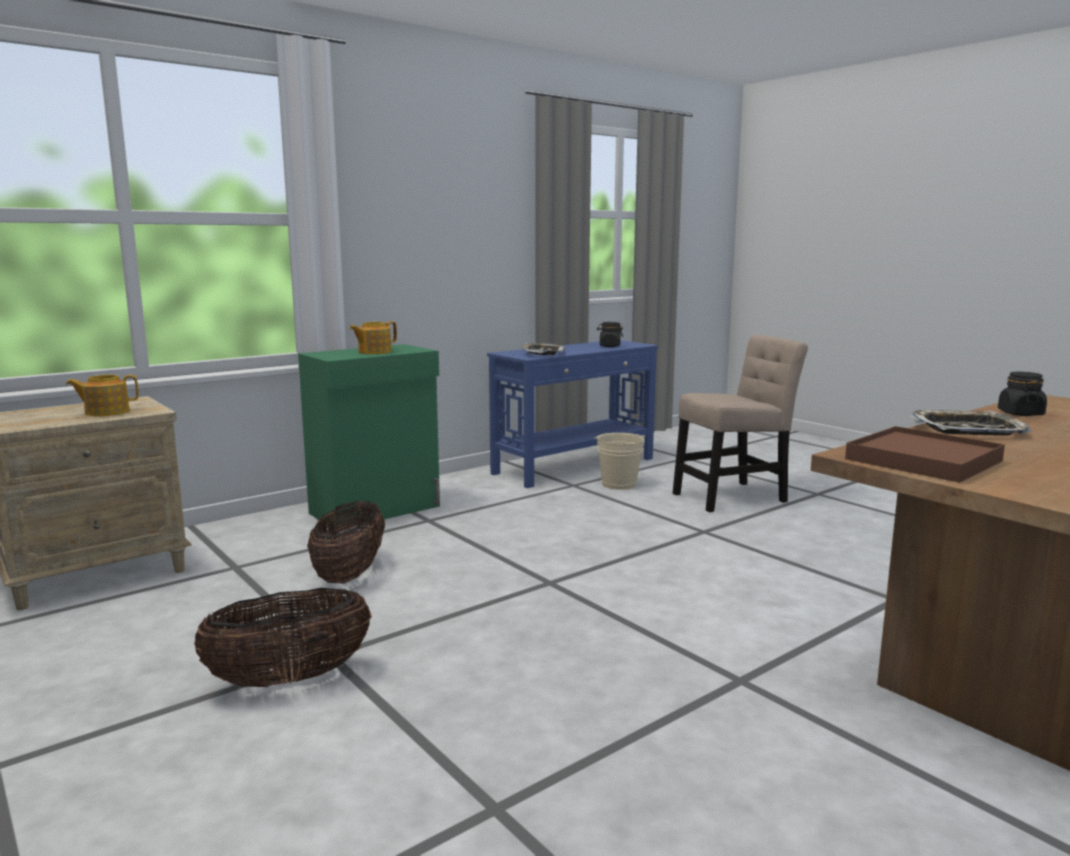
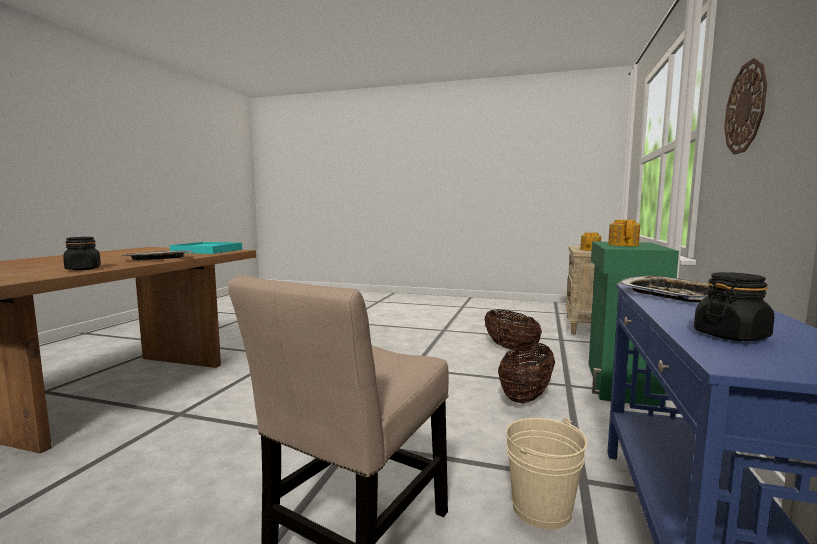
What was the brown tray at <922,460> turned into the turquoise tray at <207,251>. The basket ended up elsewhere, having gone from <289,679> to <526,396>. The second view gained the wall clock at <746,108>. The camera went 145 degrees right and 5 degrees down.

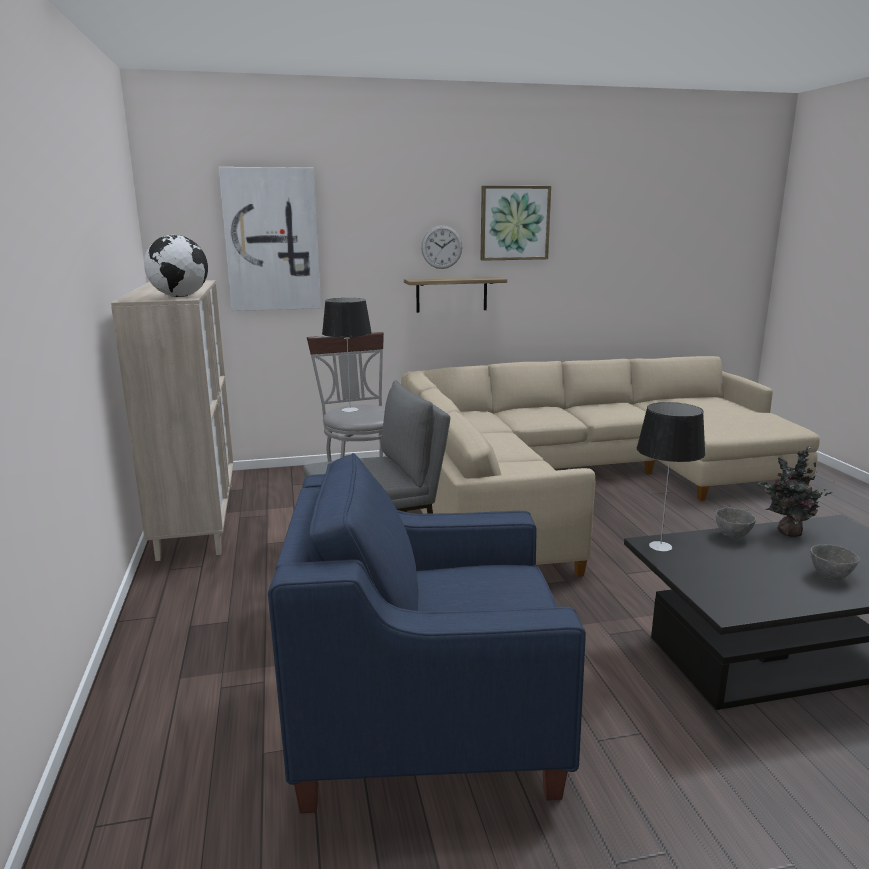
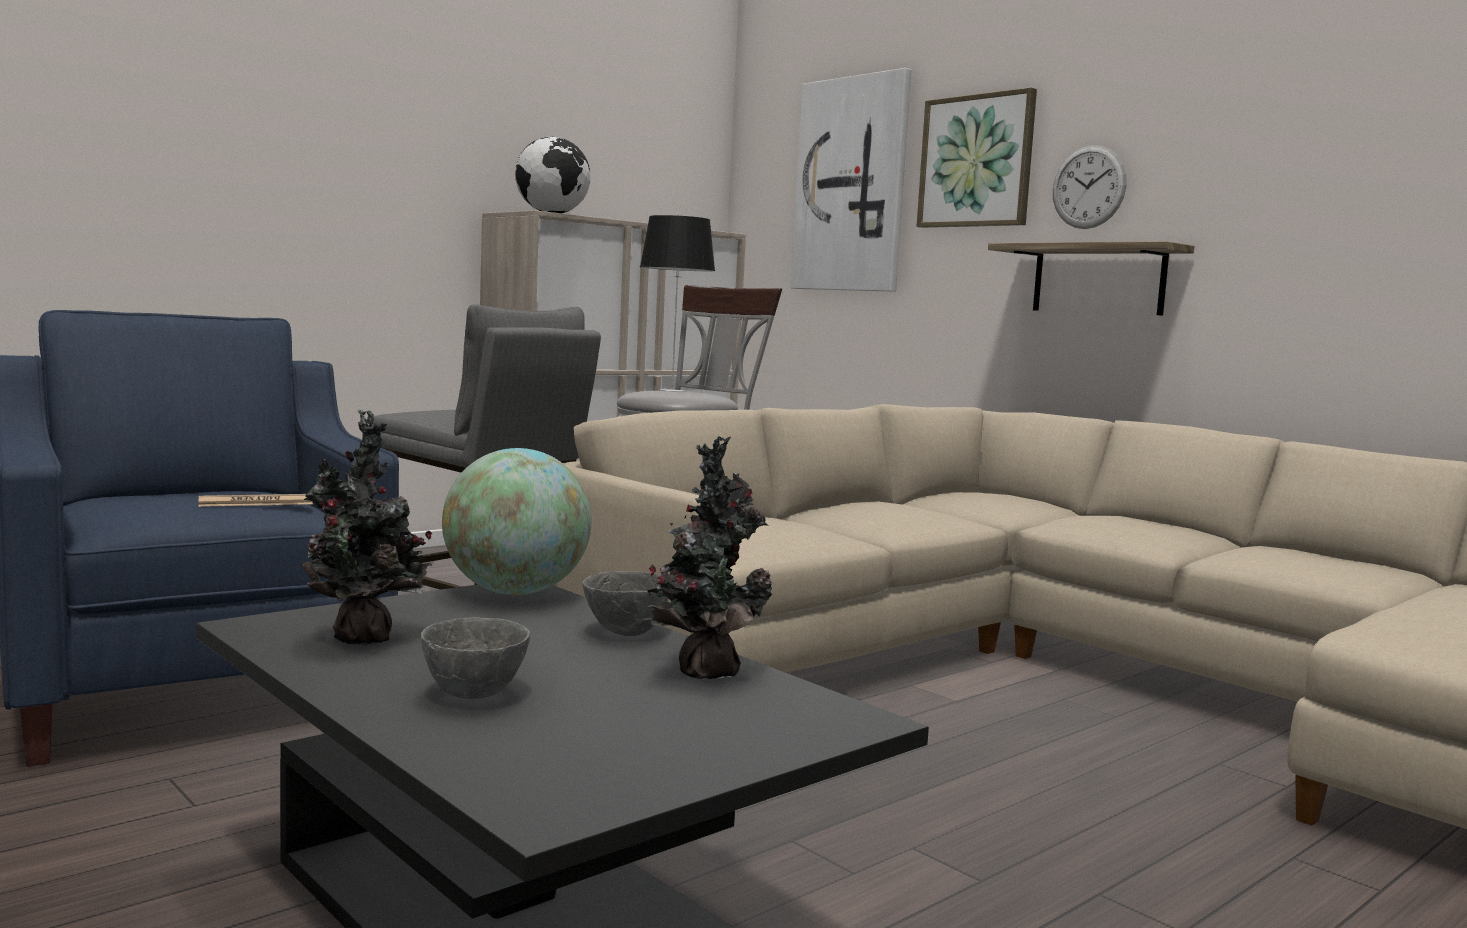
The second view gained the newspaper at <256,503>. The second view gained the potted plant at <365,640>. Where the table lamp stood at <659,546>, the globe came to stand at <515,592>. The picture ended up elsewhere, having gone from <514,223> to <977,161>. The camera went 60 degrees right and 10 degrees down.

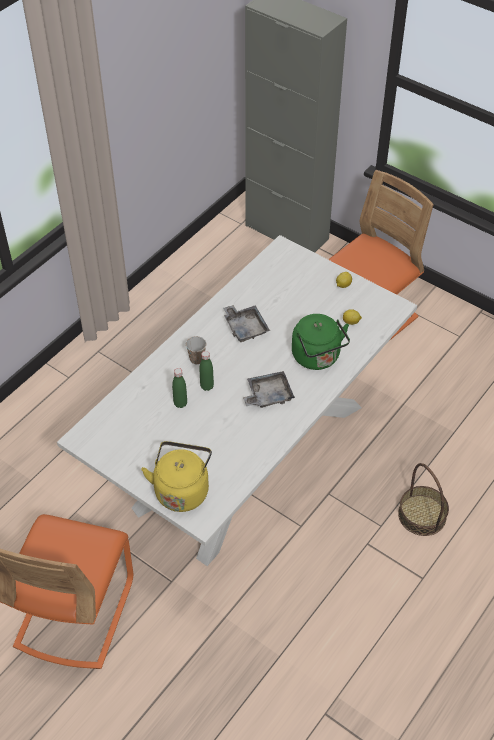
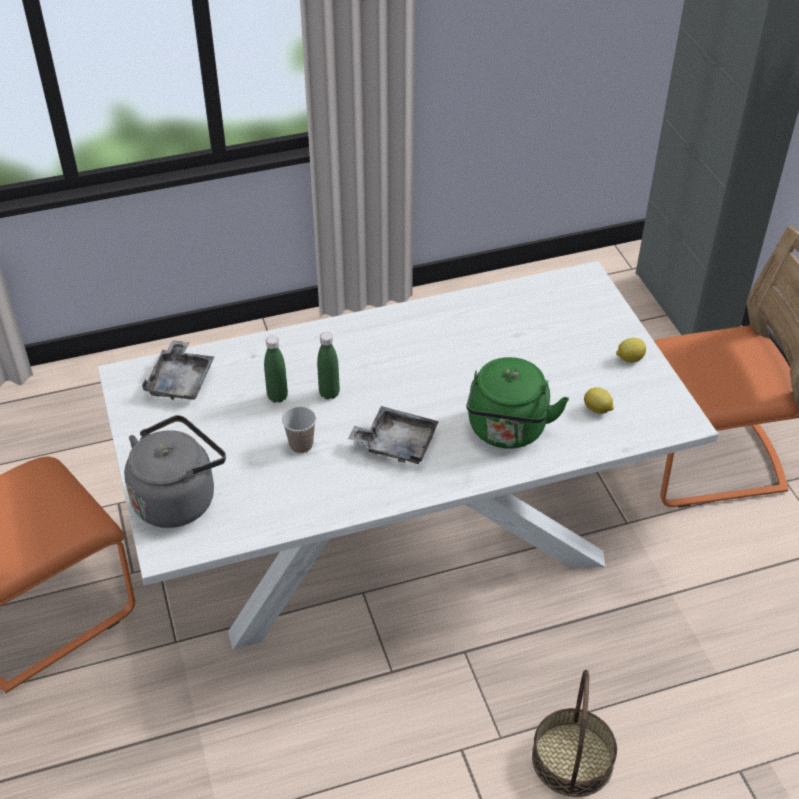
What was the yellow kettle at <182,489> turned into the grey kettle at <178,498>. The grey tray ended up elsewhere, having gone from <245,327> to <181,381>. The cup ended up elsewhere, having gone from <196,359> to <301,445>. The camera went 35 degrees right and 5 degrees down.

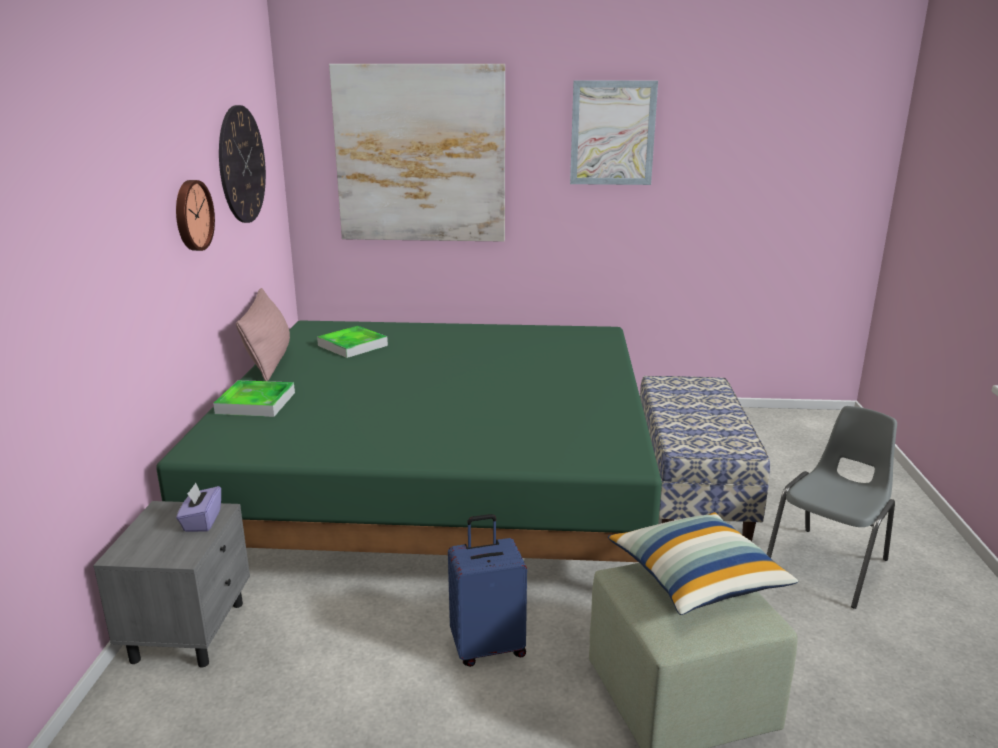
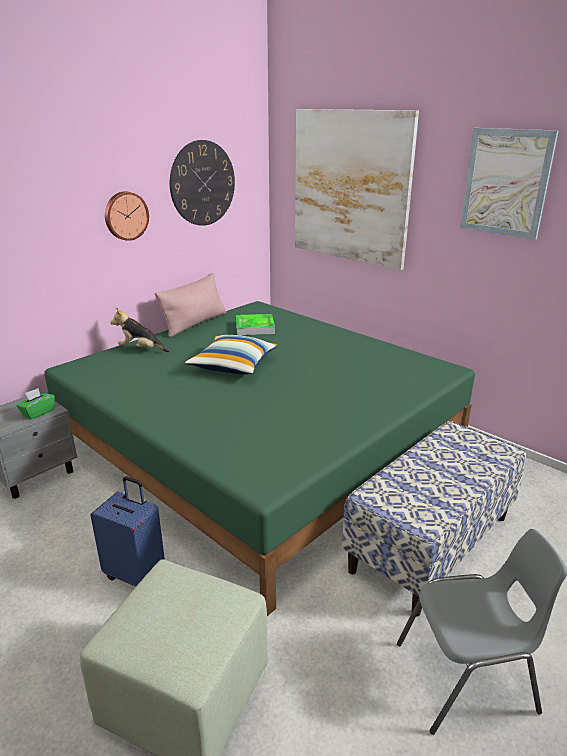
What was the purple tissue box at <201,521> turned into the green tissue box at <38,413>. Where the tray stood at <256,403>, the plush toy came to stand at <141,349>. The pillow ended up elsewhere, having gone from <696,579> to <233,365>. The camera went 40 degrees right and 5 degrees up.

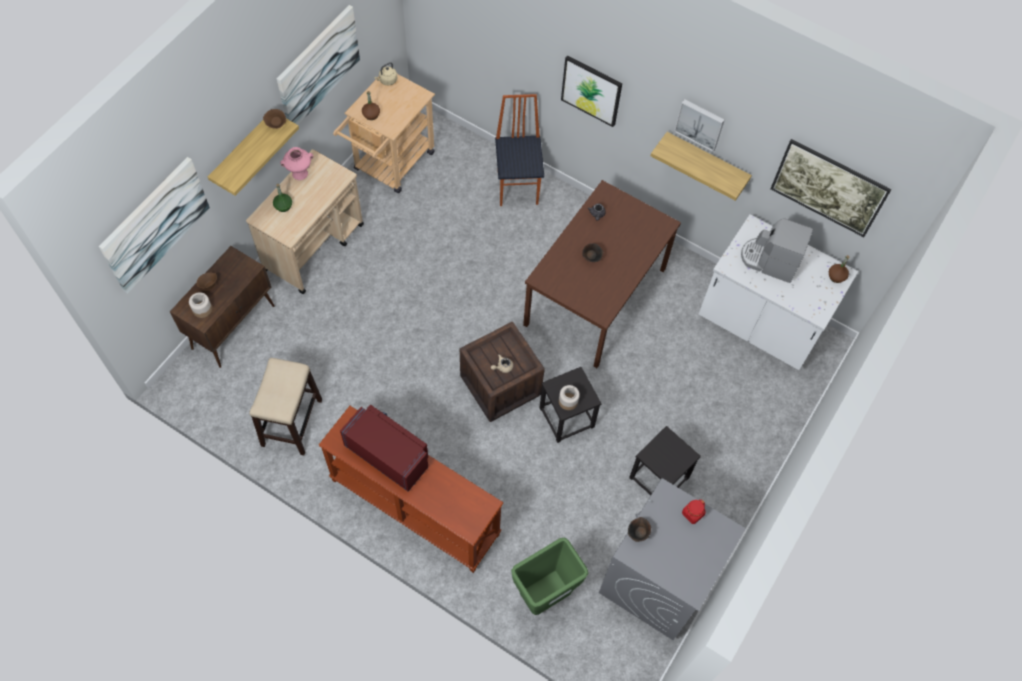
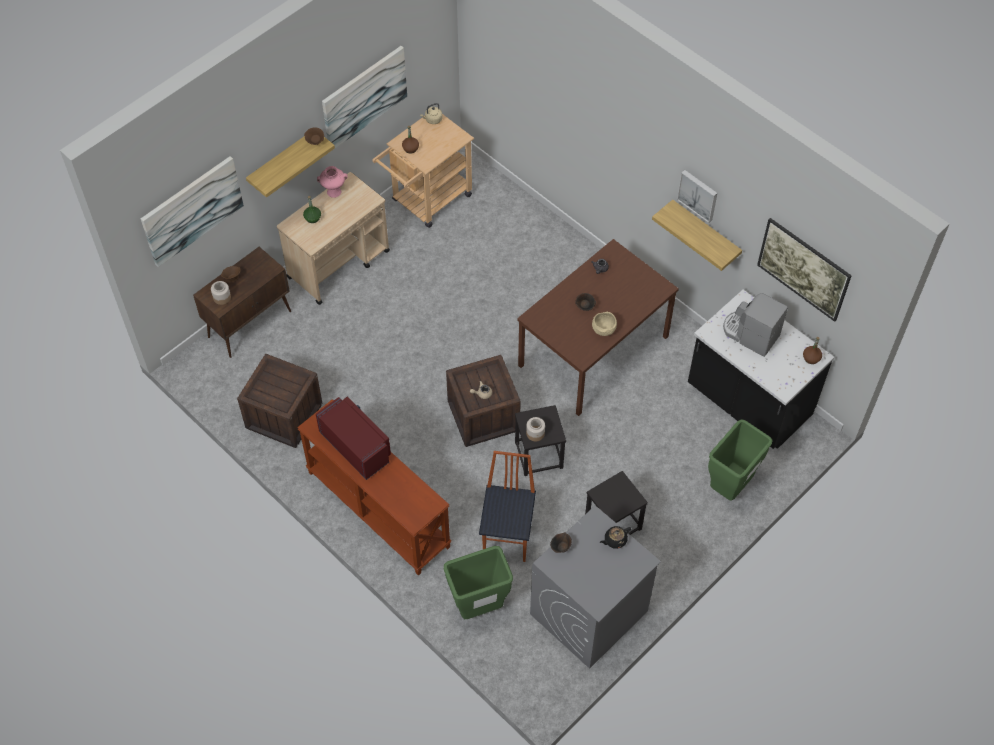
Where the stool stood at <292,422>, the crate came to stand at <284,416>. The chair ended up elsewhere, having gone from <518,187> to <508,537>. The second view gained the beige bowl at <603,329>. Where the red jar stood at <692,514>, the black teapot came to stand at <615,540>. What was the white counter at <759,324> turned into the black counter at <748,402>. The second view gained the green trash can at <729,487>. The second view lost the picture at <591,90>. The camera went 15 degrees right and 5 degrees down.

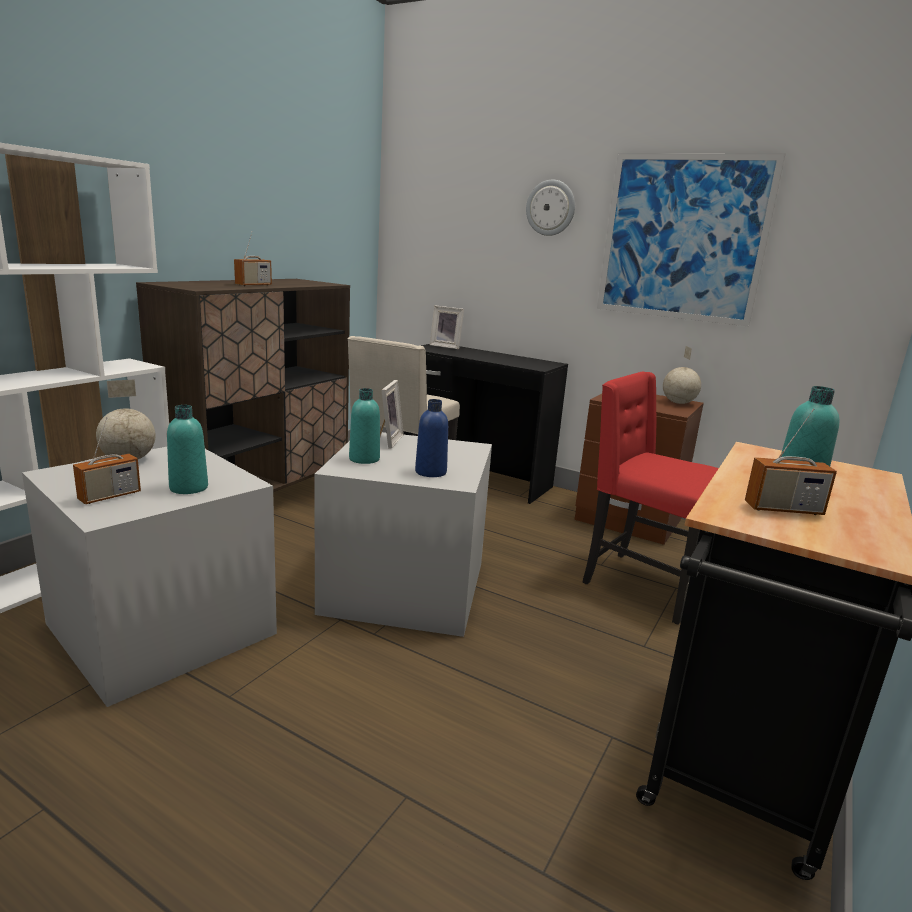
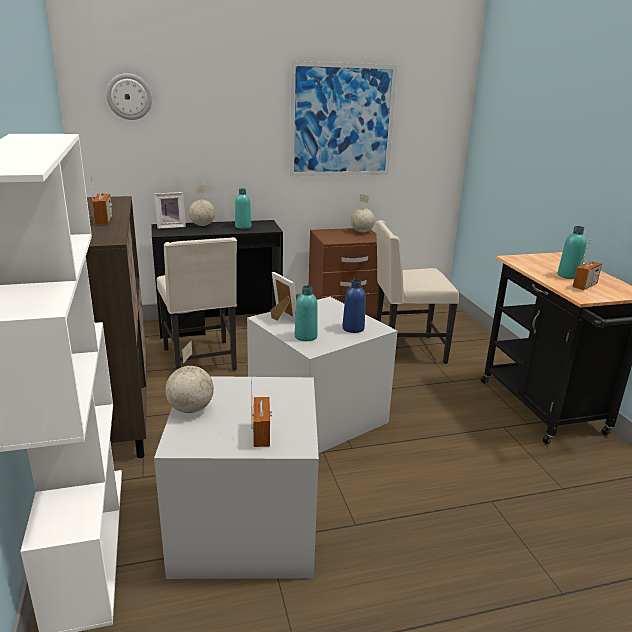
The wall clock ended up elsewhere, having gone from <550,208> to <129,96>. The second view gained the globe at <203,225>. The turquoise bottle ended up elsewhere, having gone from <189,488> to <243,227>. What was the red chair at <644,585> turned into the beige chair at <406,350>. The camera went 45 degrees left and 5 degrees up.

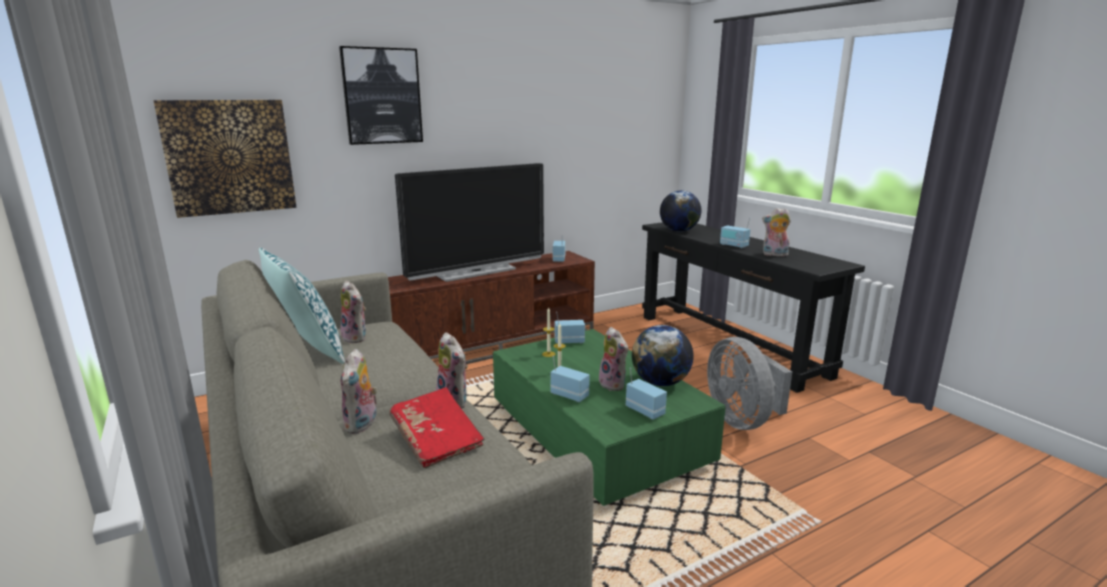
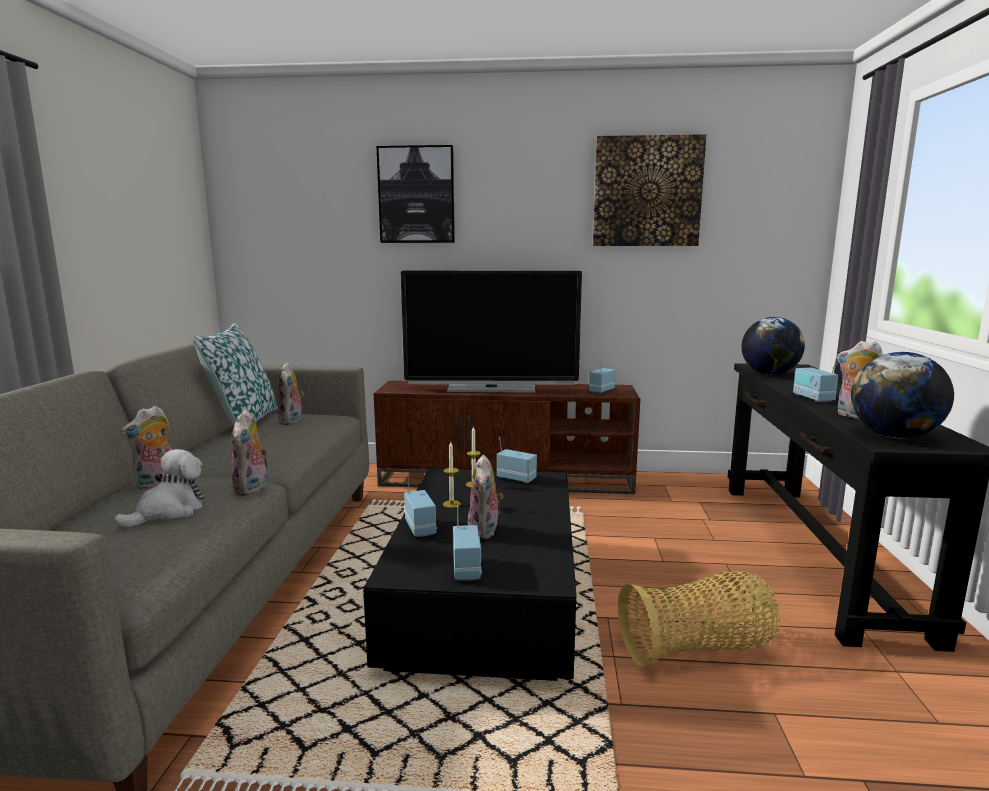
Where the red book stood at <437,439>, the plush toy came to stand at <168,511>. What was the green coffee table at <595,435> turned into the black coffee table at <485,596>. The picture ended up elsewhere, having gone from <229,157> to <647,192>. Where the grey fan stood at <742,420>, the basket came to stand at <697,649>. The globe ended up elsewhere, having gone from <660,383> to <894,436>. The camera went 35 degrees right and 5 degrees down.

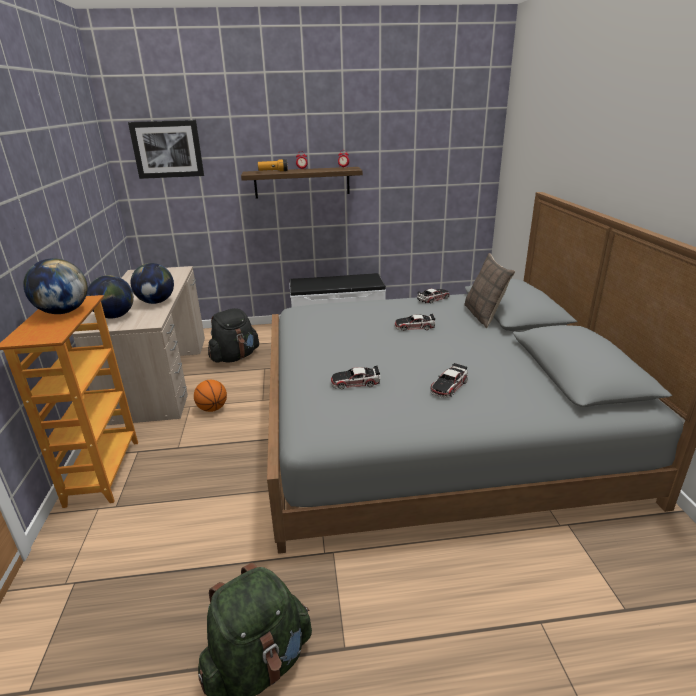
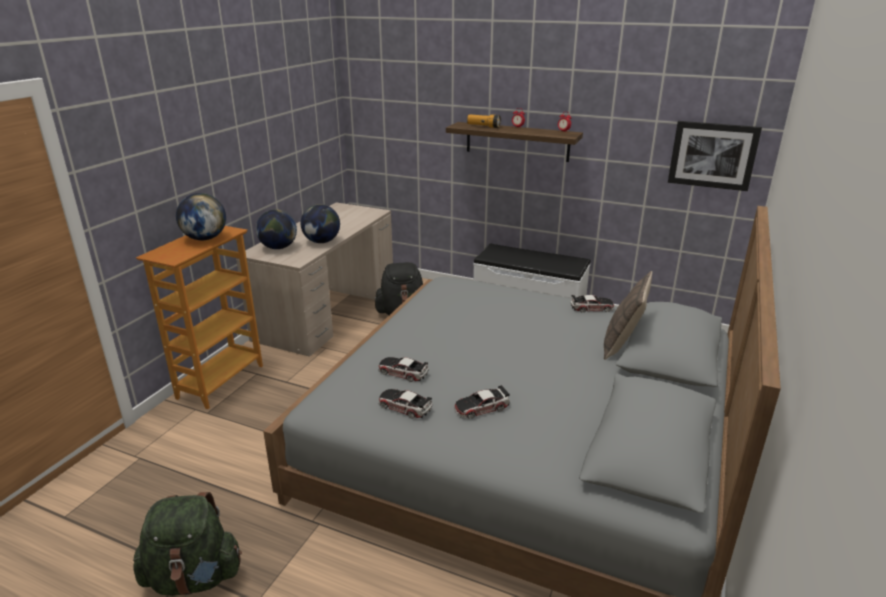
The toy car ended up elsewhere, having gone from <414,327> to <404,407>. The picture ended up elsewhere, having gone from <167,149> to <712,155>. The second view lost the basketball at <212,409>. The camera went 30 degrees right and 0 degrees up.

